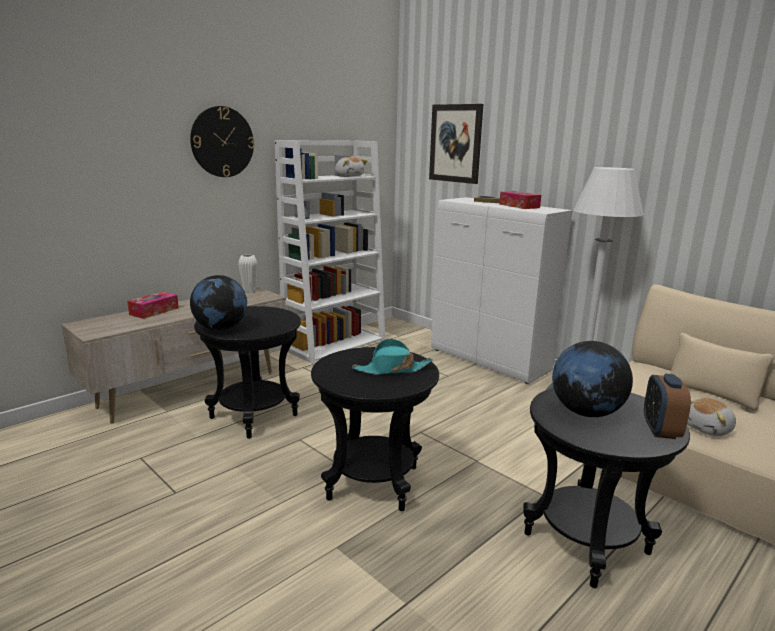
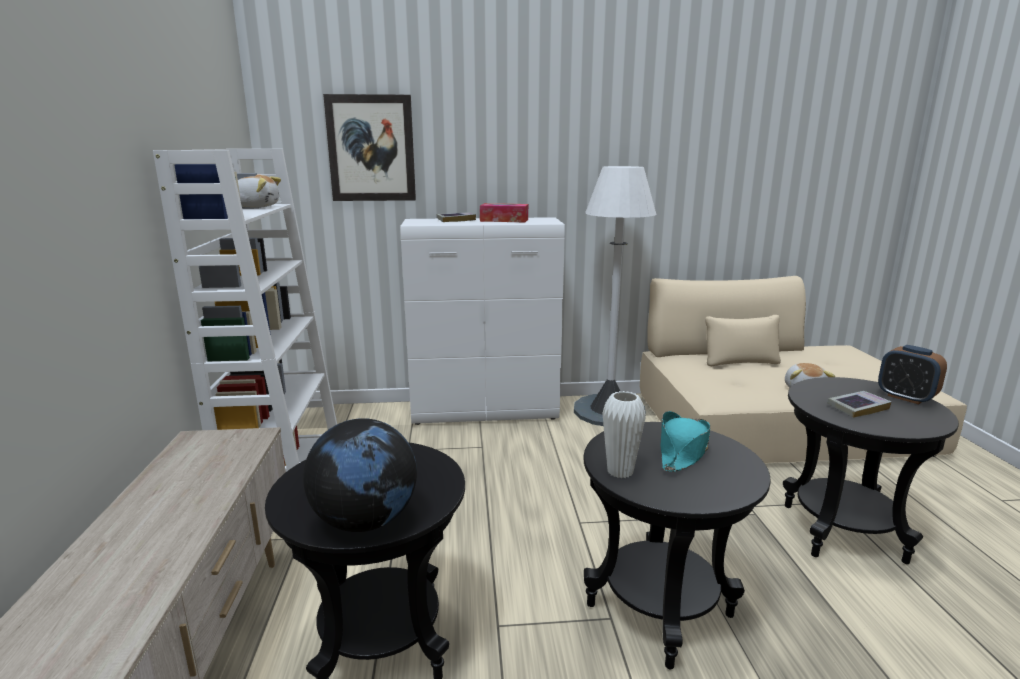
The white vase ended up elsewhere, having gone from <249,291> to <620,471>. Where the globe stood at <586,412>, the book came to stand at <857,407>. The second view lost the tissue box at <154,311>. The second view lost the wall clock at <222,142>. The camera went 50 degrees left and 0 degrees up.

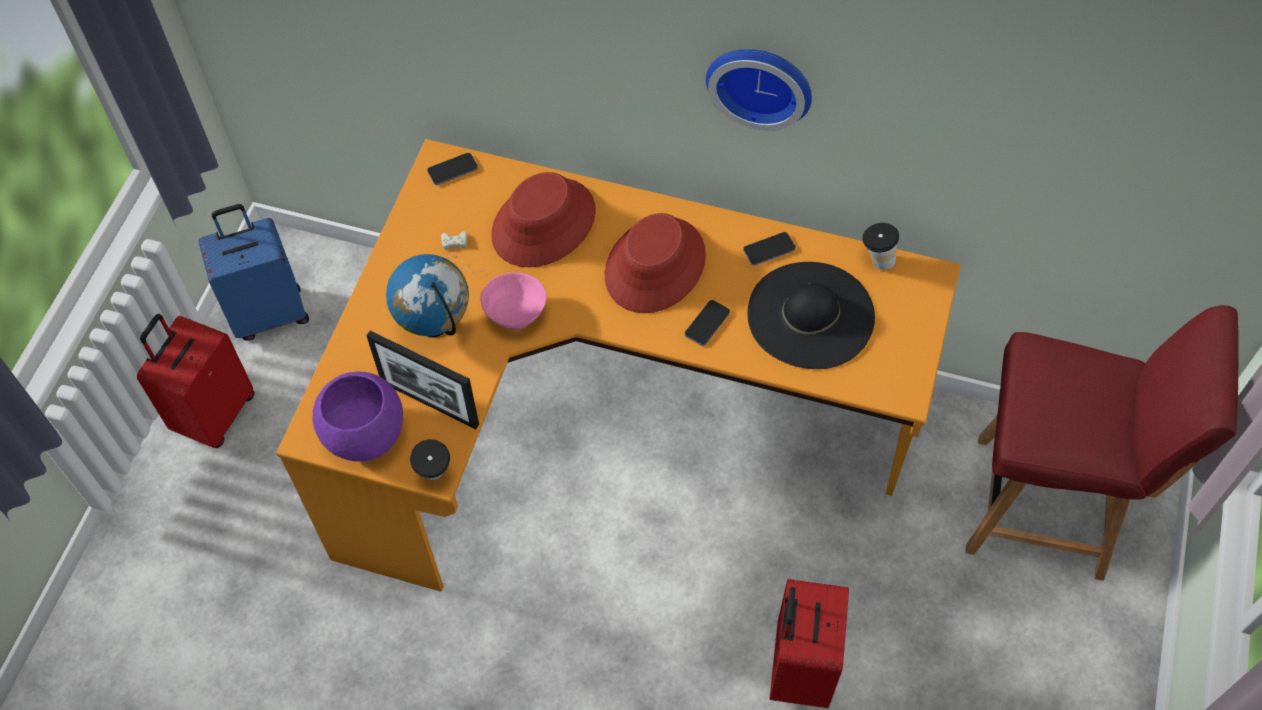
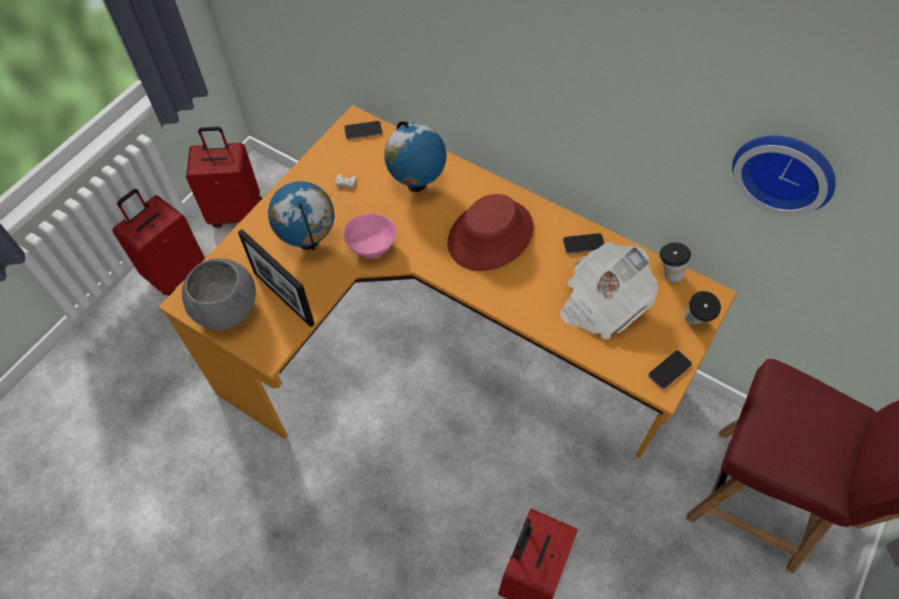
What was the purple bowl at <365,435> turned into the grey bowl at <227,310>. What was the blue suitcase at <269,313> turned into the red suitcase at <237,212>. Where the red hat stood at <544,224>, the globe came to stand at <416,184>. Where the black hat stood at <810,315>, the newspaper came to stand at <601,303>. The phone ended up elsewhere, having gone from <707,324> to <669,370>. The cup ended up elsewhere, having gone from <435,477> to <695,322>. The wall clock ended up elsewhere, having gone from <761,82> to <785,170>. The camera went 15 degrees right and 0 degrees up.

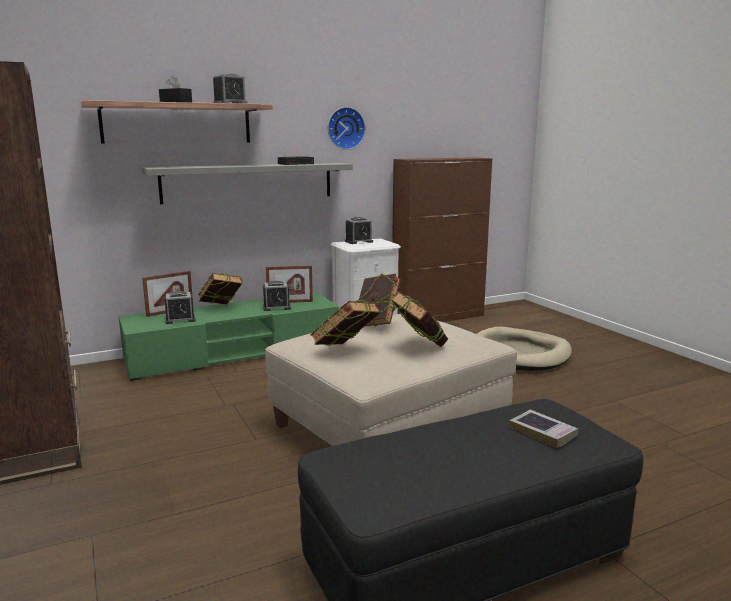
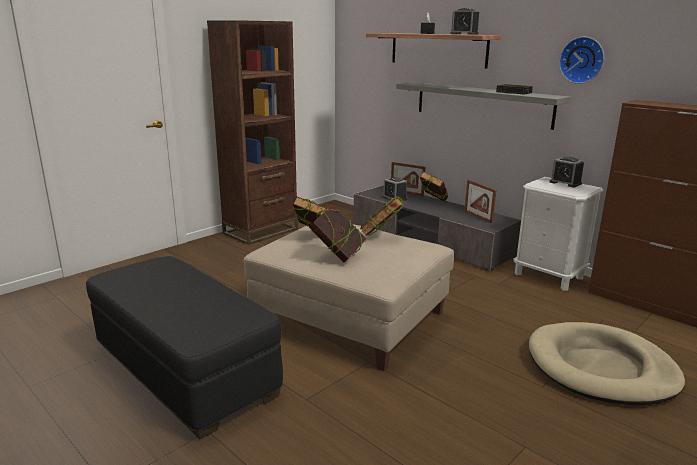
What was the green tv stand at <234,353> turned into the grey tv stand at <429,240>. The second view lost the alarm clock at <276,307>. The second view lost the book at <542,432>. The camera went 70 degrees right and 5 degrees up.

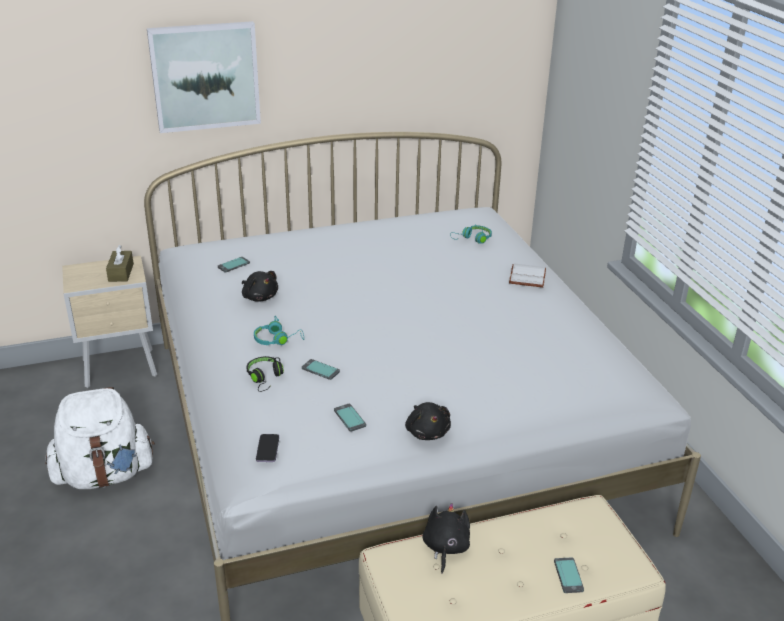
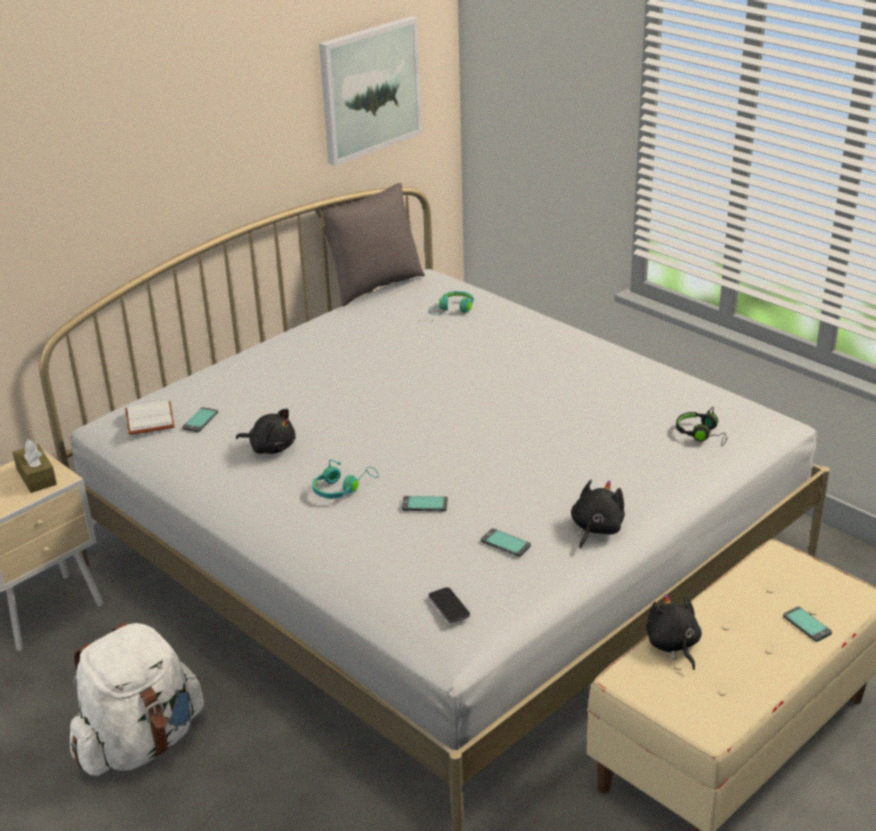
The white book ended up elsewhere, having gone from <526,276> to <148,419>. The second view gained the grey pillow at <374,286>. The picture ended up elsewhere, having gone from <205,76> to <369,89>. The black plush toy at <427,432> ended up facing another way, 105 degrees counterclockwise from before. The black headphones ended up elsewhere, having gone from <265,378> to <702,435>. The camera went 25 degrees left and 0 degrees up.

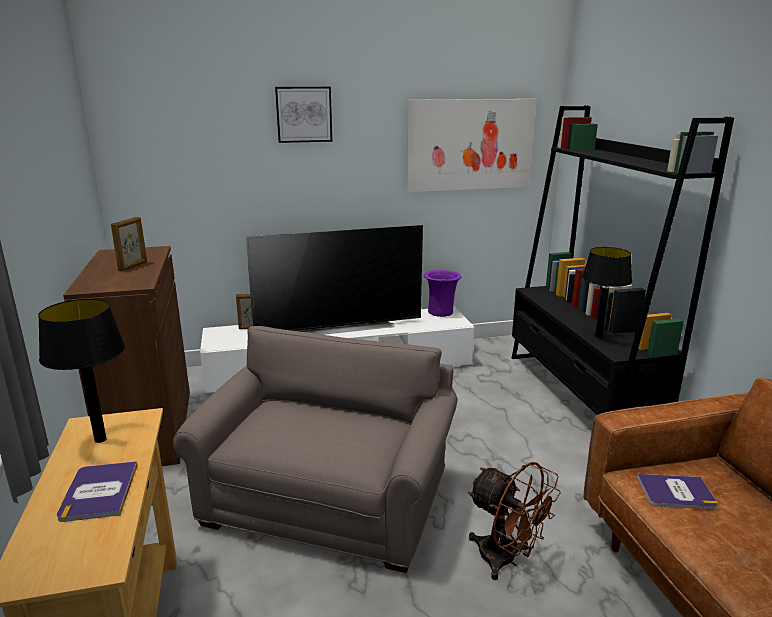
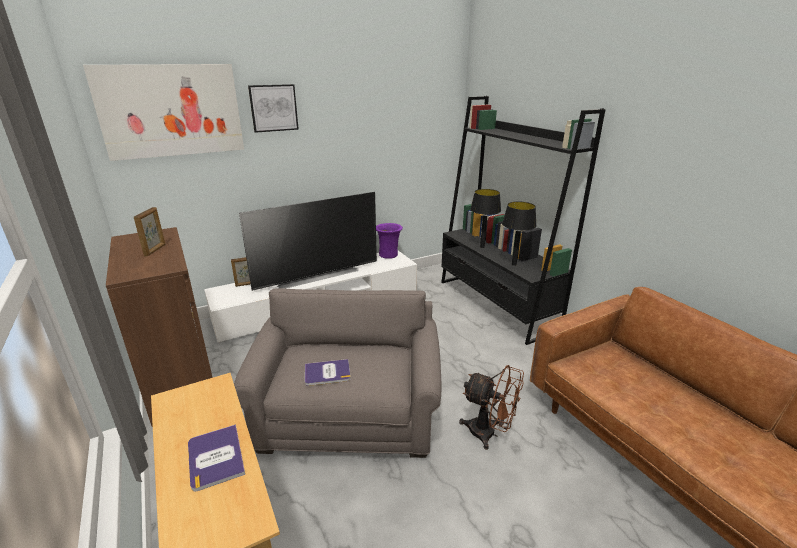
The picture ended up elsewhere, having gone from <470,145> to <171,111>. The book ended up elsewhere, having gone from <676,492> to <327,373>. The black table lamp ended up elsewhere, having gone from <101,439> to <482,247>. The camera went 15 degrees left and 5 degrees up.

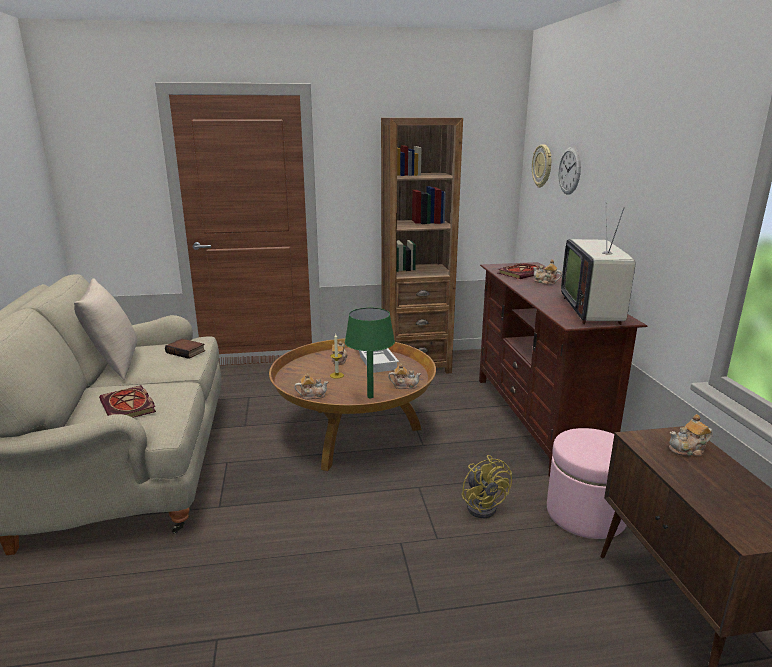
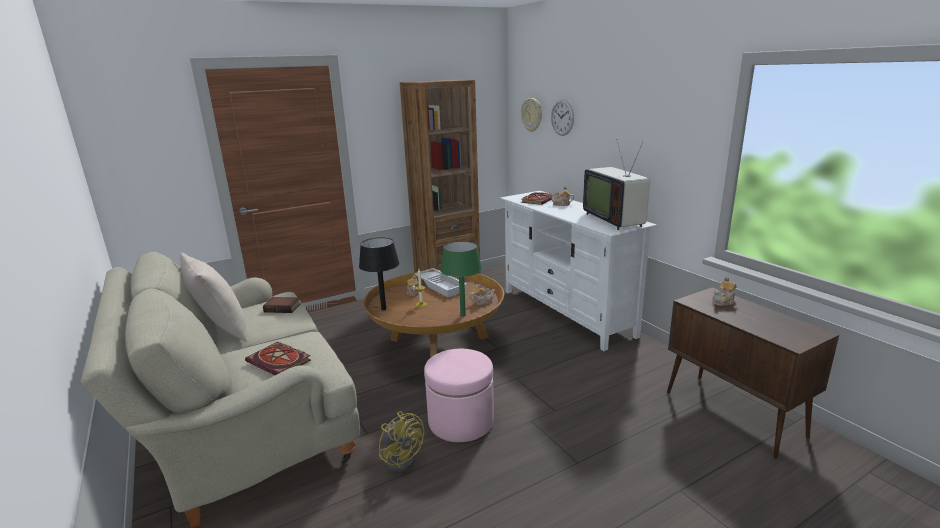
The second view gained the black table lamp at <383,309>. The yellow fan ended up elsewhere, having gone from <484,505> to <402,458>. The pink ottoman ended up elsewhere, having gone from <585,514> to <461,421>. What was the brown tv stand at <537,420> turned into the white tv stand at <567,312>. The second view lost the teapot at <312,395>. The camera went 20 degrees left and 0 degrees up.

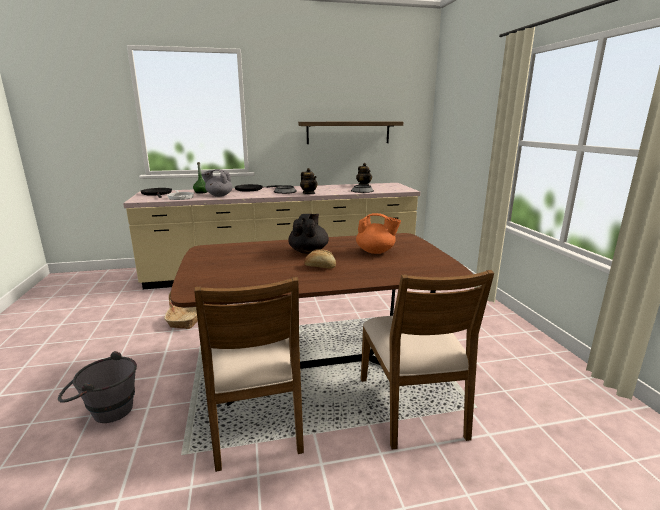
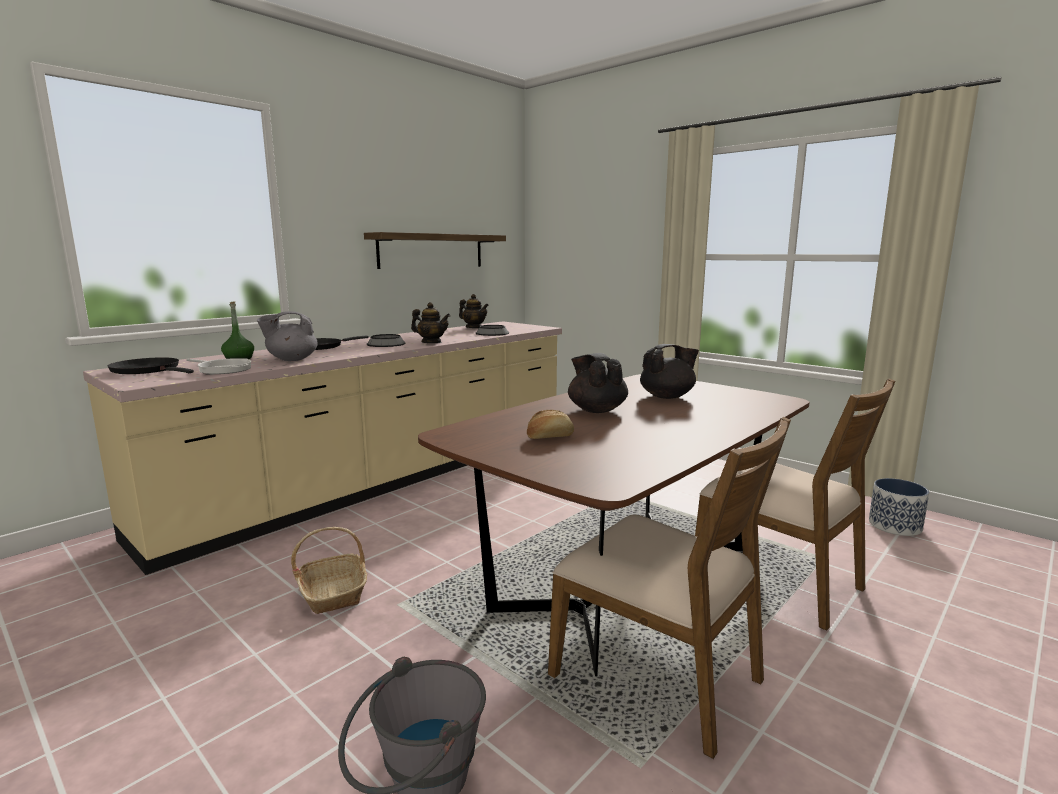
The bread ended up elsewhere, having gone from <320,266> to <549,437>. What was the orange teapot at <376,252> turned into the black teapot at <667,396>. The second view gained the planter at <895,526>. The camera went 35 degrees left and 5 degrees down.

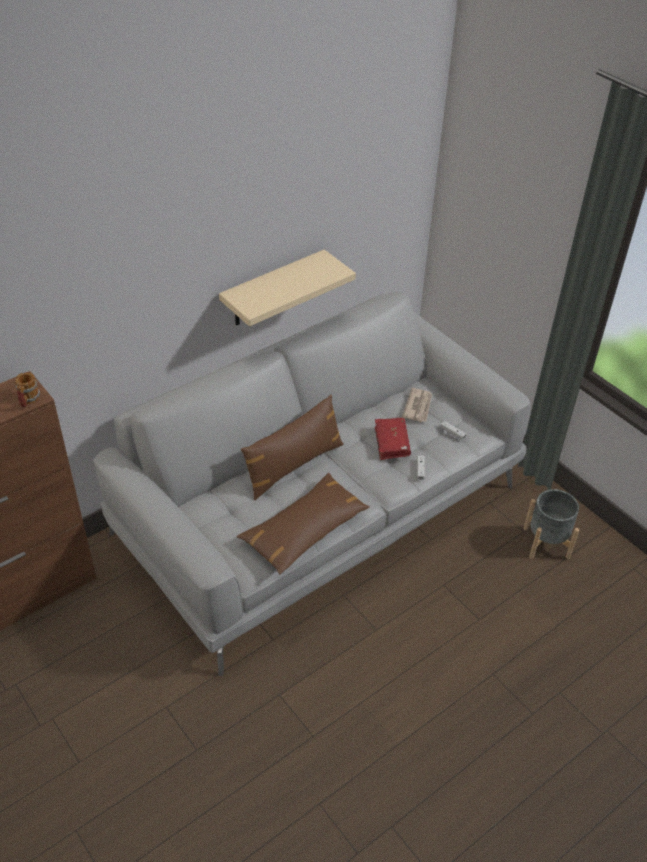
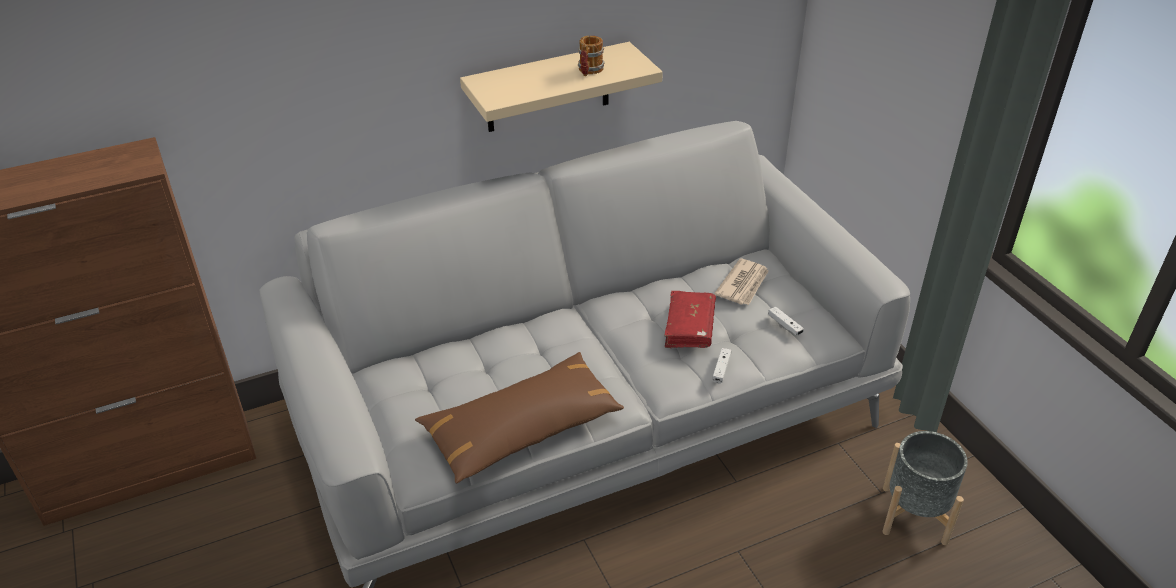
The mug ended up elsewhere, having gone from <28,400> to <589,71>. The second view lost the brown pillow at <293,465>. The camera went 15 degrees right and 5 degrees down.

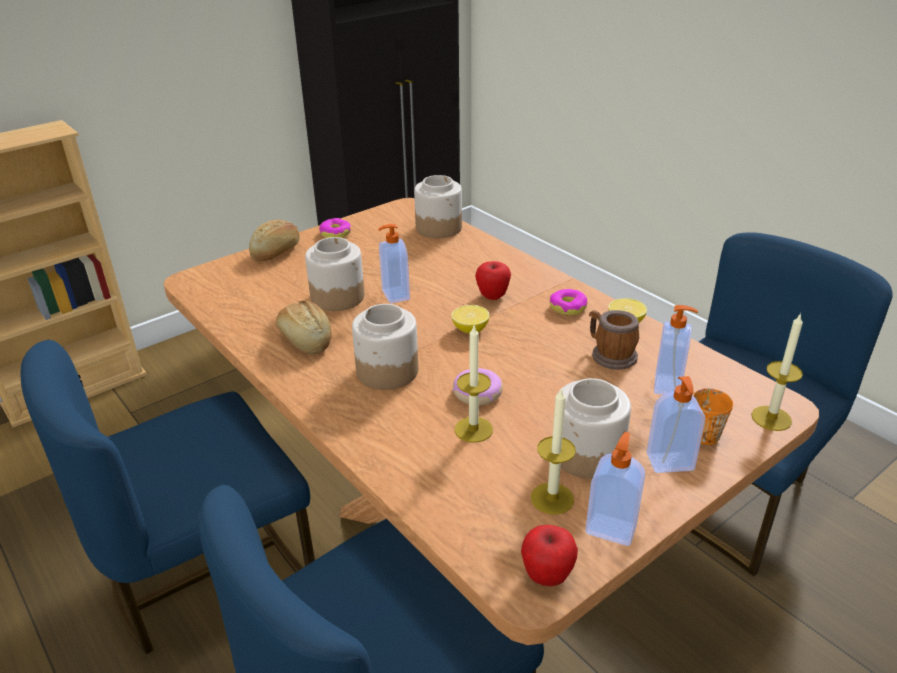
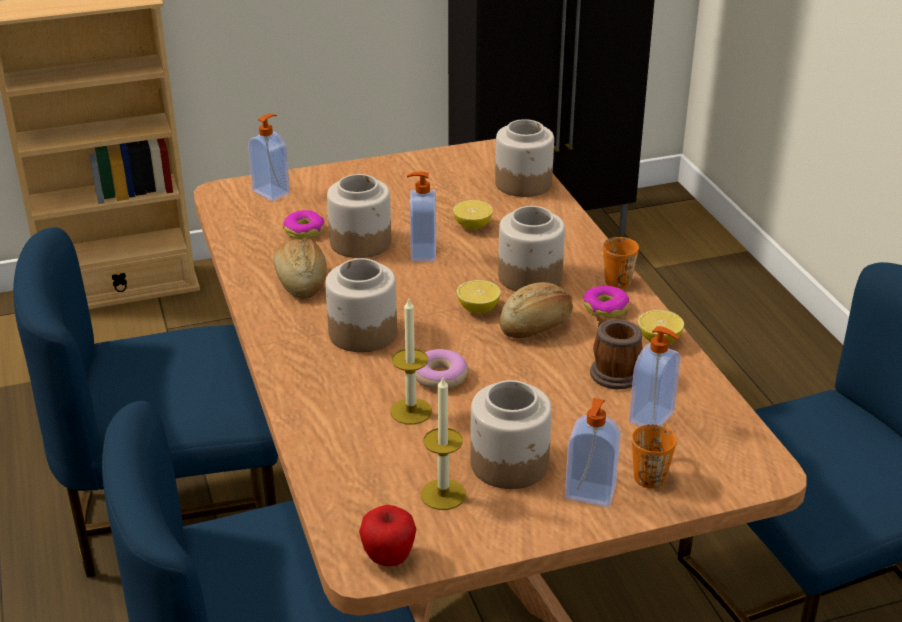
The soap dispenser ended up elsewhere, having gone from <611,528> to <272,192>. The donut ended up elsewhere, having gone from <335,233> to <304,231>. The second view gained the lemon at <472,226>. Where the apple stood at <492,296>, the jar came to stand at <529,277>. The bread ended up elsewhere, having gone from <277,252> to <537,326>. The second view gained the orange mug at <613,277>. The second view lost the candle at <771,418>. The camera went 20 degrees right and 0 degrees up.

